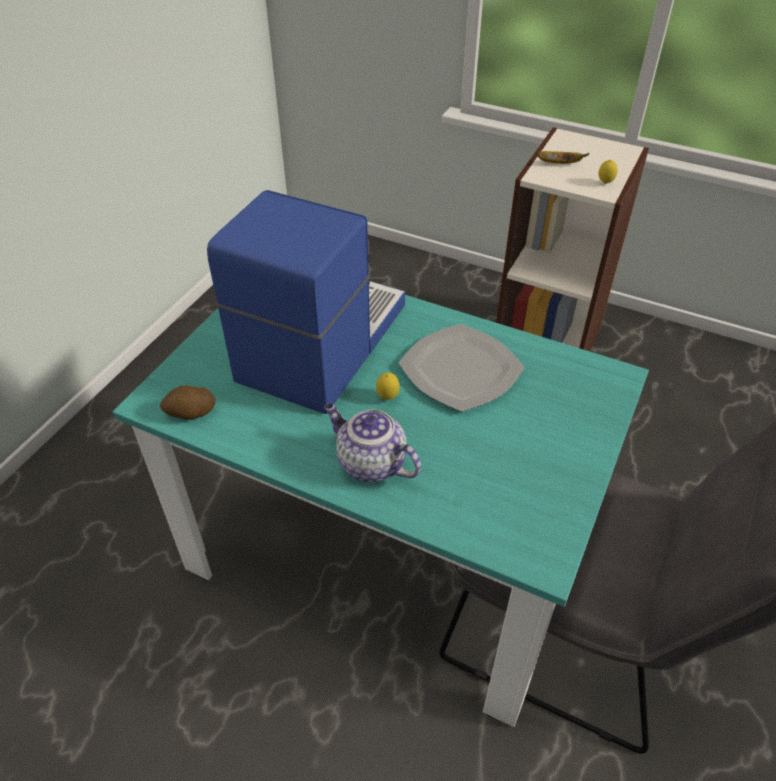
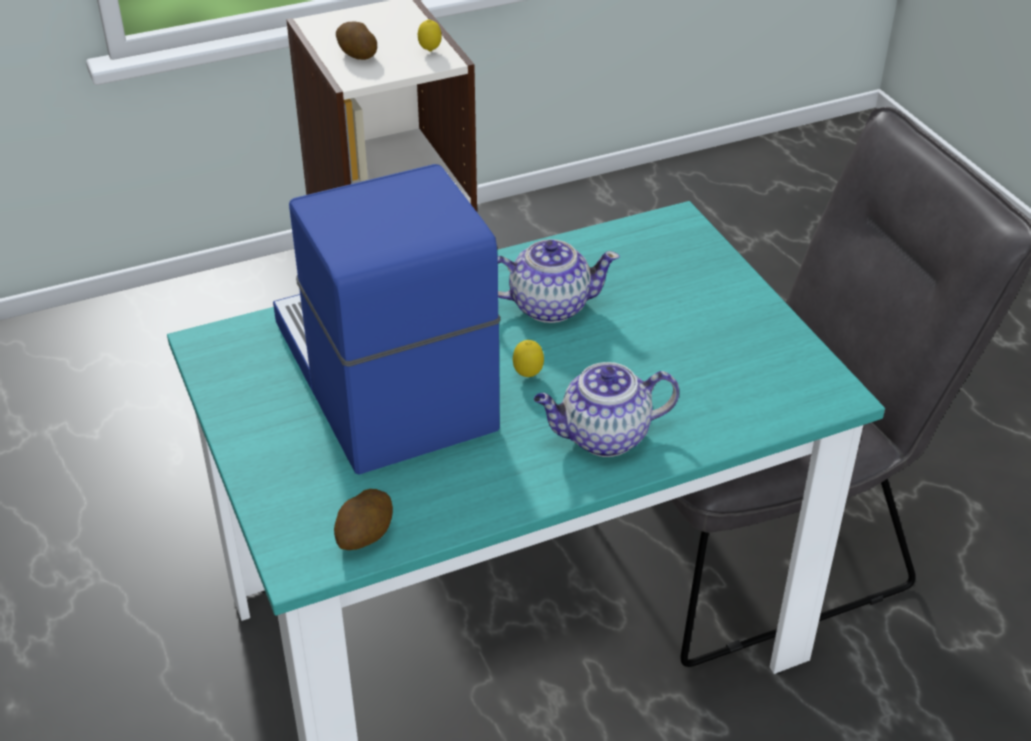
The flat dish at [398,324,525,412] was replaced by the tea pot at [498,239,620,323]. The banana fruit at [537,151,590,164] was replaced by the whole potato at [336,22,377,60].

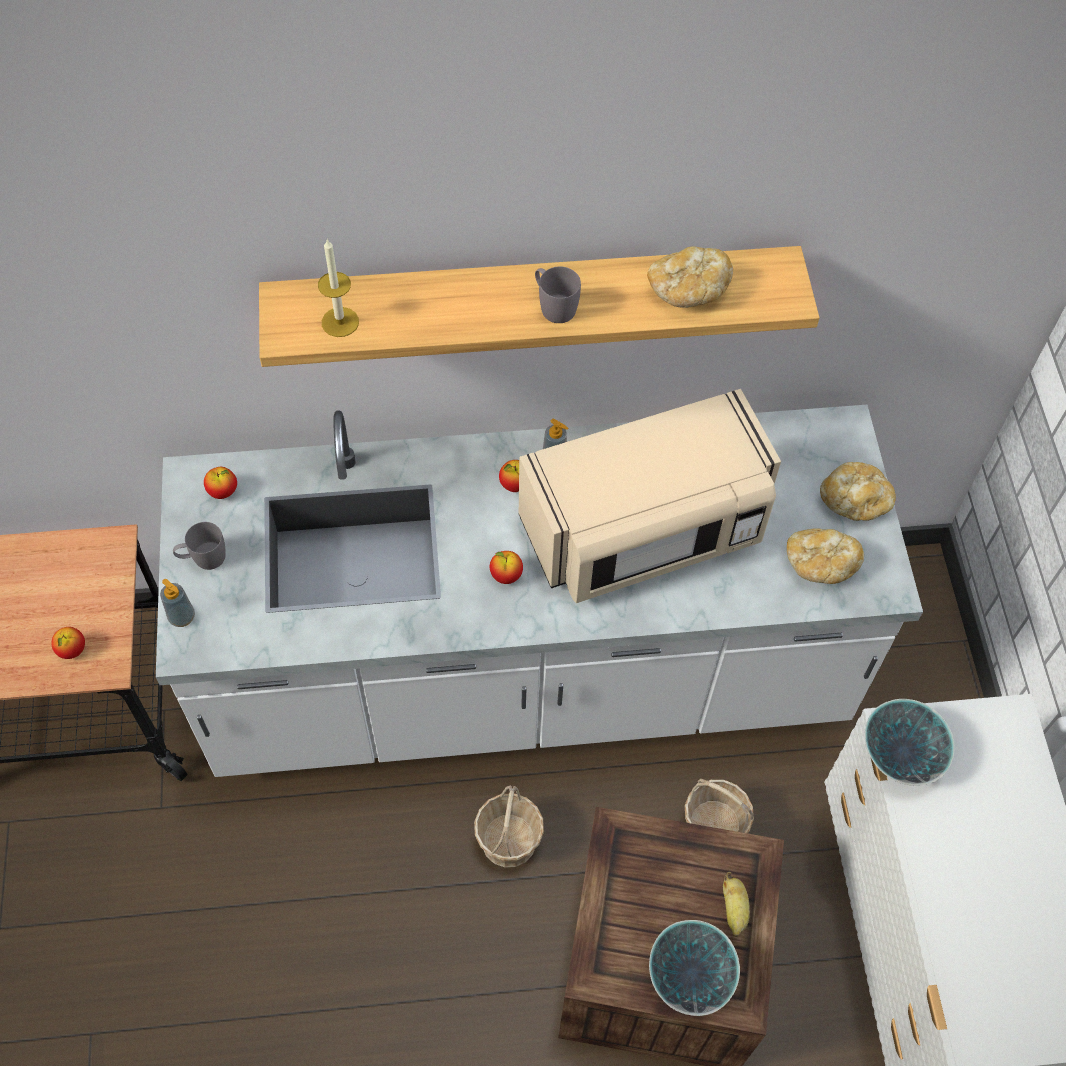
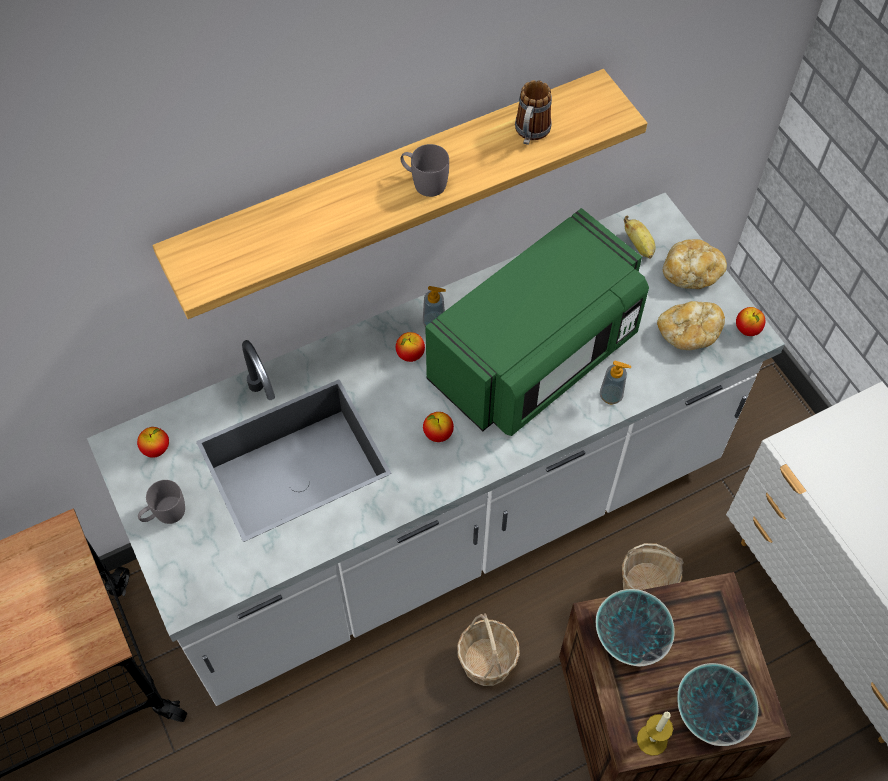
The apple moved from [52,627,85,659] to [736,307,765,336]. The soap dispenser moved from [160,579,195,627] to [600,361,632,405]. The wax candle moved from [318,239,359,337] to [637,712,673,756]. The banana fruit moved from [723,872,750,937] to [624,215,656,259]. The bowl moved from [865,699,955,786] to [596,589,675,666]. The bakery bread at [647,246,733,308] was replaced by the mug at [515,80,552,145]. The beige microwave at [518,389,781,603] became the green microwave at [425,208,649,436].

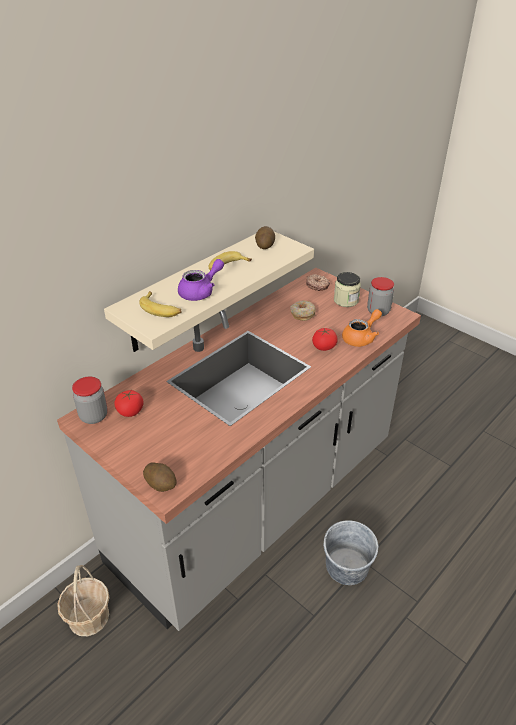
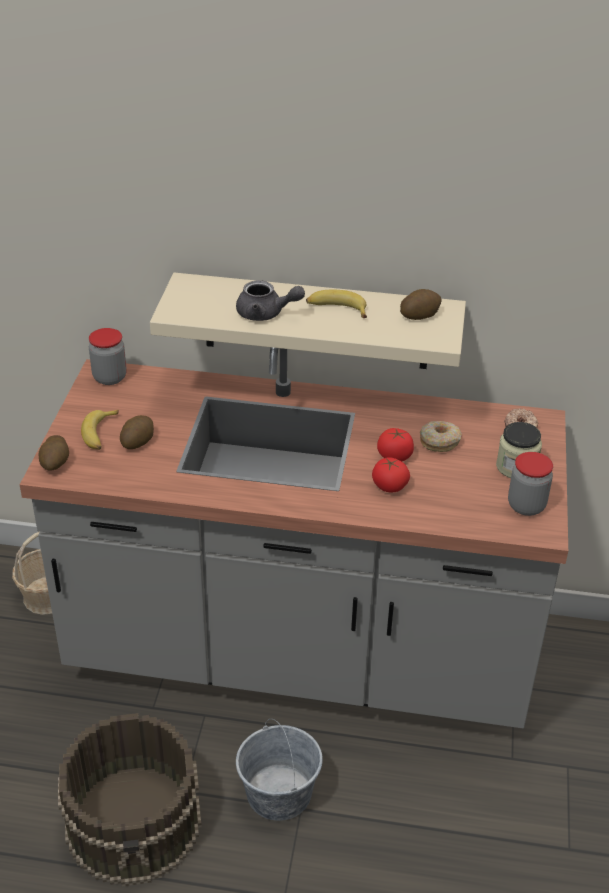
The orange-coloured tea pot at [342,309,382,347] disappeared. The brownish water bucket at [58,713,202,887] appeared. The whole potato at [120,415,154,449] appeared. The tomato moved from [114,390,144,417] to [377,428,414,461]. The banana fruit moved from [139,291,181,317] to [81,410,119,450]. The purplish tea pot at [178,259,224,301] became the grey tea pot at [236,280,305,321].

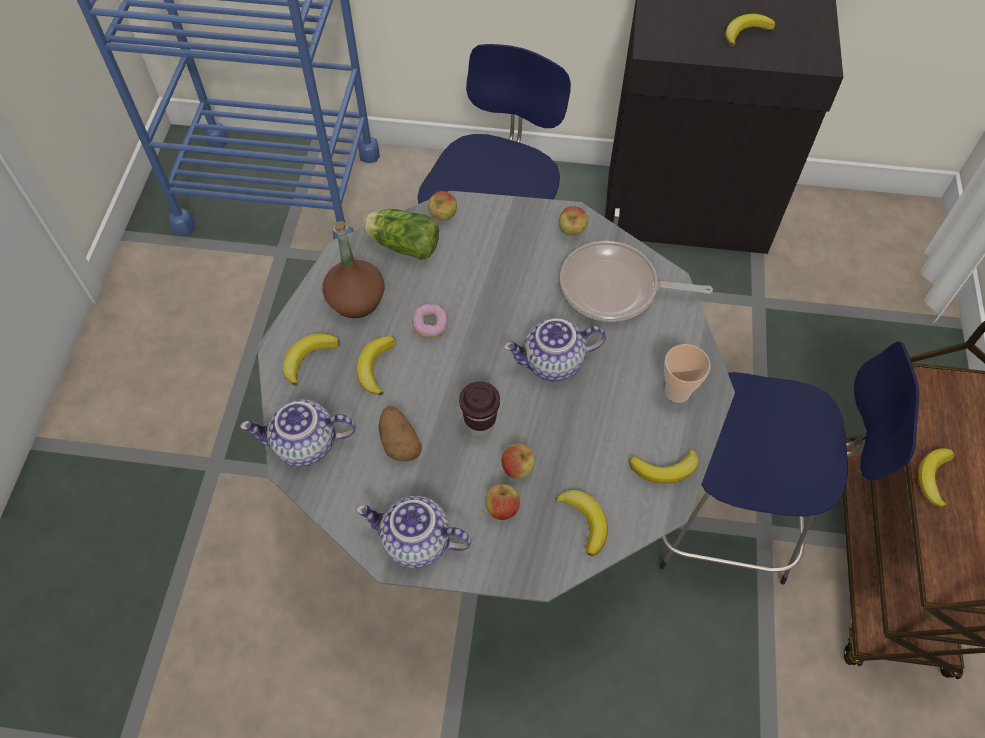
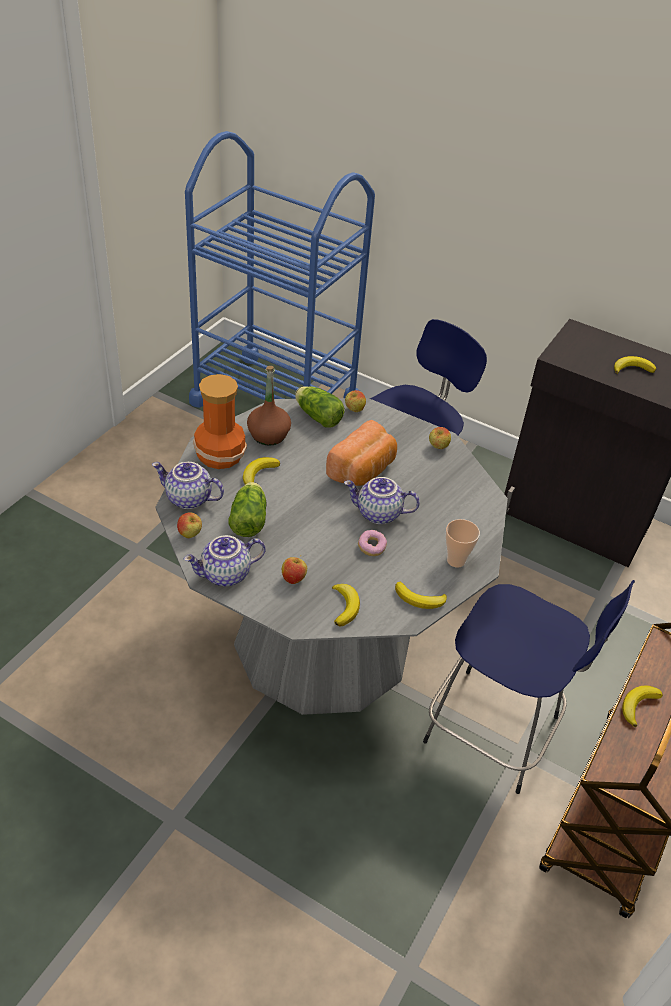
The brownish small cup at [459,381,500,436] disappeared. The pan at [560,241,713,322] disappeared. The bakery bread at [326,420,397,486] appeared. The ring doughnut moved from [412,304,448,338] to [358,530,387,556]. The apple moved from [501,444,535,478] to [177,512,202,538]. The banana fruit at [283,333,339,386] was replaced by the decorative vase at [193,374,247,469]. The whole potato at [379,406,422,461] was replaced by the lettuce head at [228,482,266,537]. The tea pot at [356,496,471,568] turned 60 degrees counterclockwise.

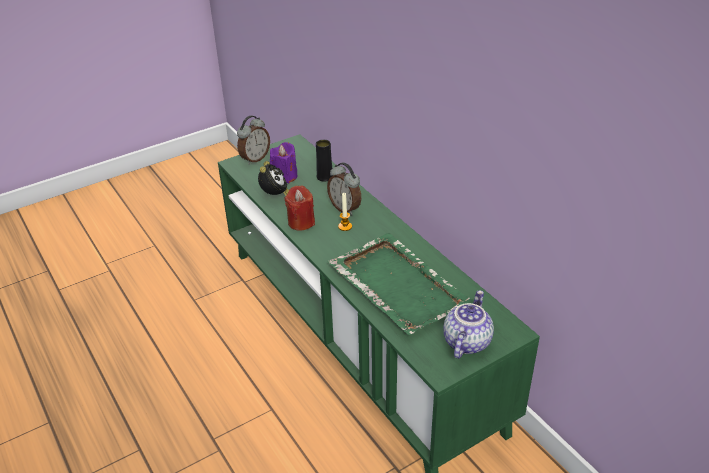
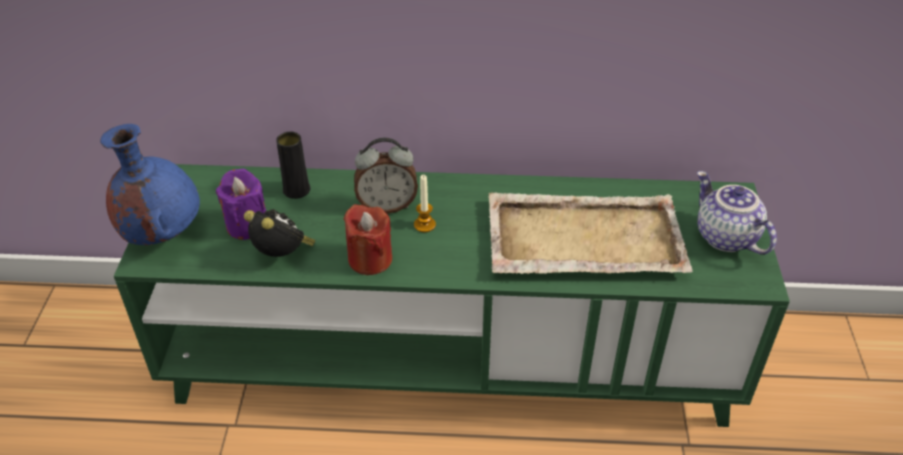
The bedside clock at [237,115,270,165] was replaced by the blue-coloured decorative vase at [100,124,200,245]. The green serving tray at [328,233,474,335] became the beige serving tray at [489,193,693,274].

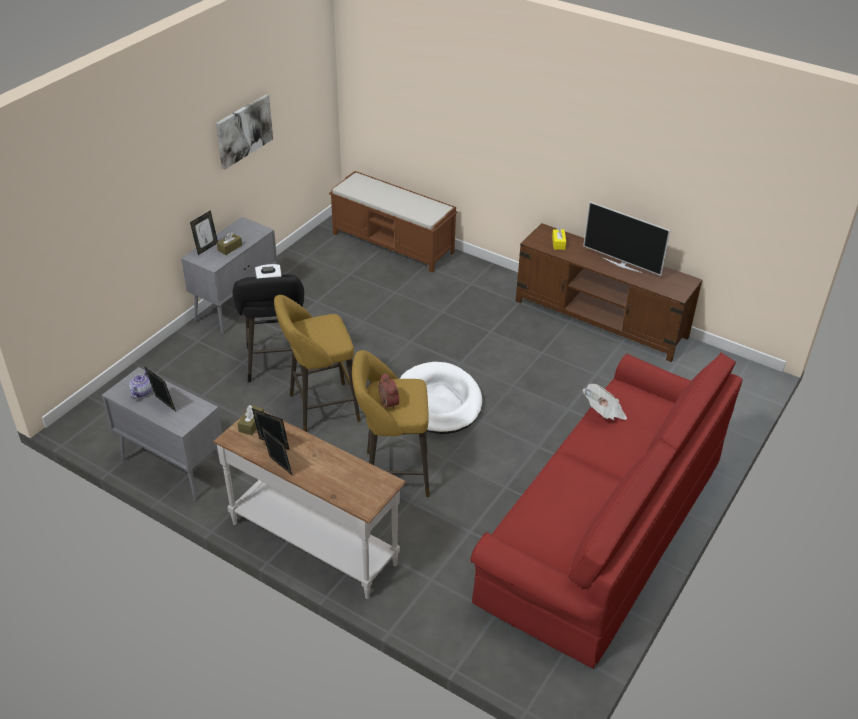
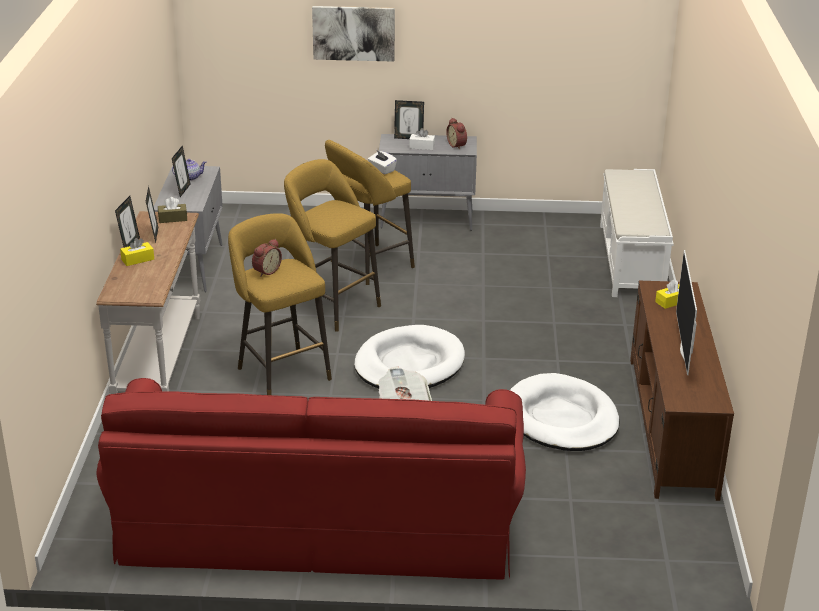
The yellowish box of tissues at [120,238,154,266] appeared. The bedside clock at [446,118,467,150] appeared. The white-coloured dog bed at [510,373,619,451] appeared. The picture moved from [216,94,273,170] to [312,6,395,62]. The brownish box of tissues at [217,232,242,255] became the white-coloured box of tissues at [409,128,435,150]. The black-coloured sitting stool at [233,275,304,382] became the yellowish sitting stool at [325,140,415,285]. The brownish long seat at [329,171,458,273] became the white-coloured long seat at [600,169,674,297].

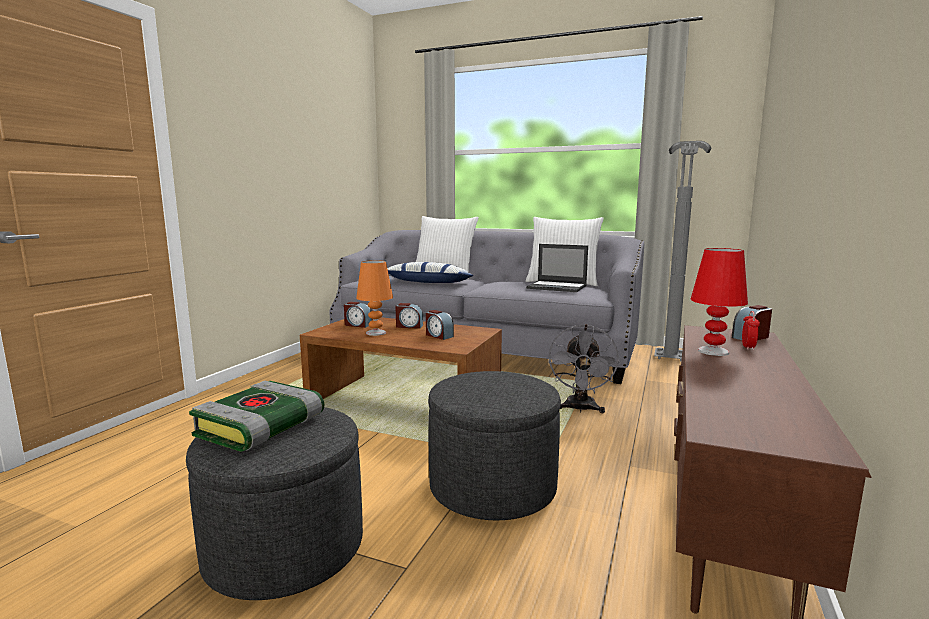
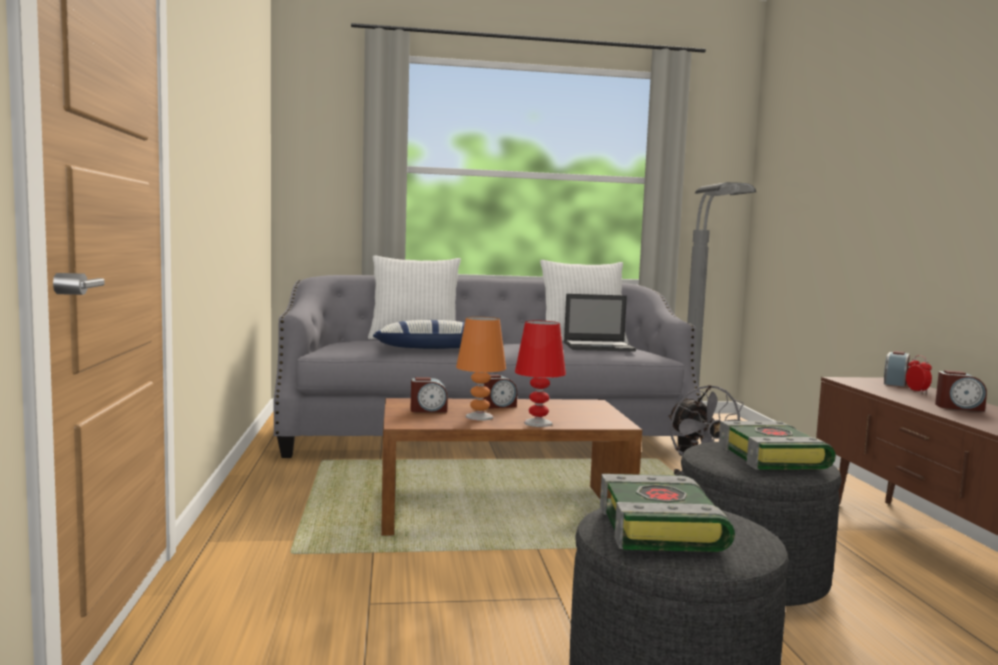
The bound book at [719,421,836,470] appeared. The bedside clock moved from [426,310,454,340] to [935,370,987,411]. The red table lamp moved from [690,248,748,356] to [515,321,566,427].

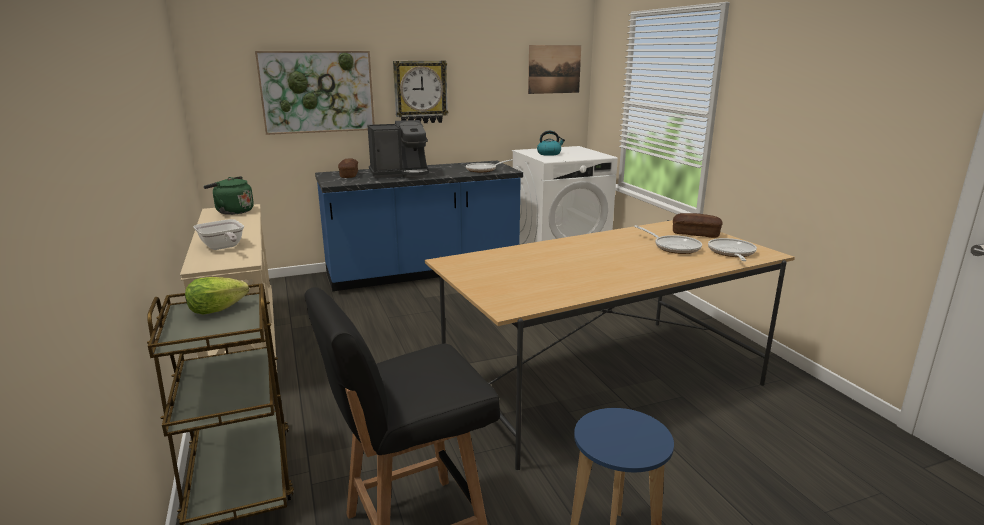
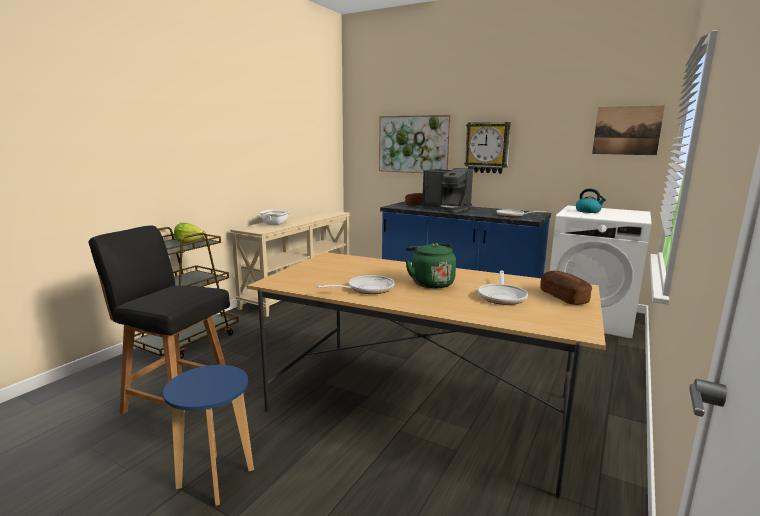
The green kettle moved from [204,176,254,215] to [406,243,456,288]. The pan moved from [708,238,757,261] to [317,275,394,294].

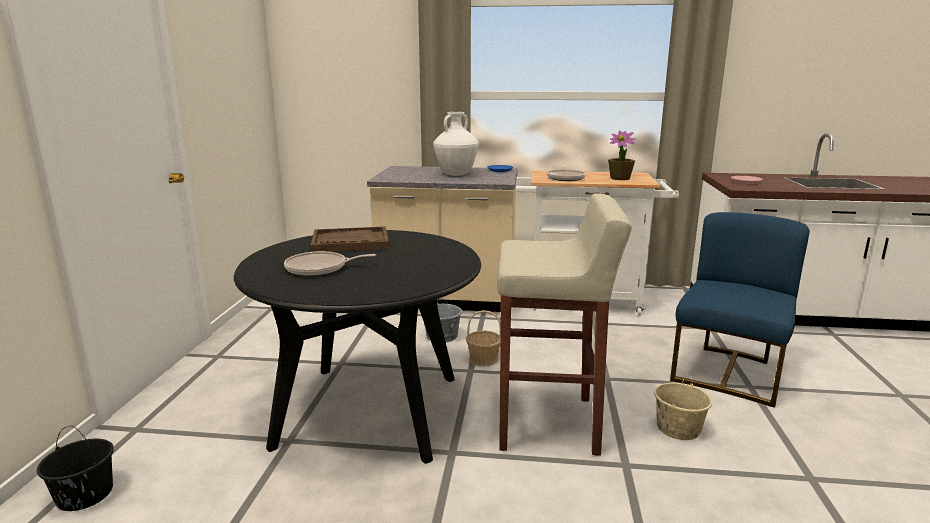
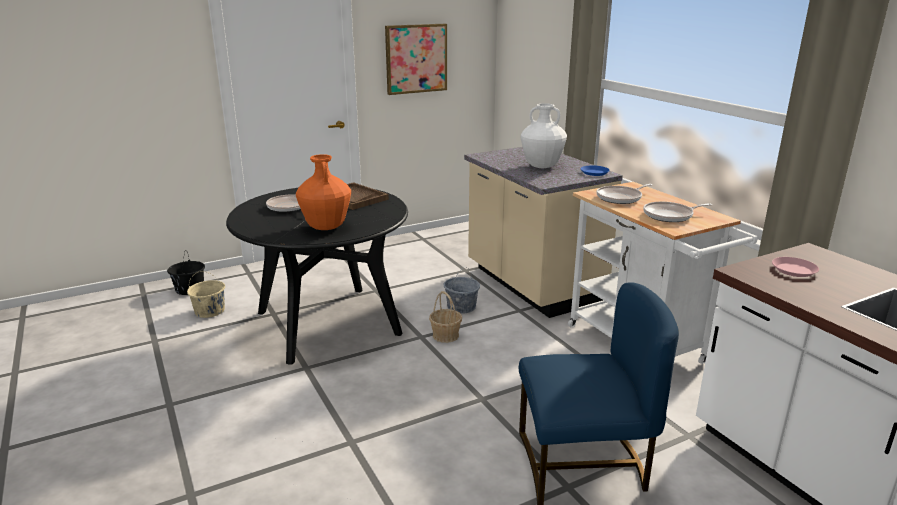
The beige sitting stool at [497,193,632,456] disappeared. The orange-coloured decorative vase at [296,154,351,230] appeared. The picture at [385,24,447,95] appeared. The beige water bucket moved from [654,370,712,440] to [187,271,225,318]. The plant in a pot at [608,131,636,180] was replaced by the pan at [643,202,712,222].

